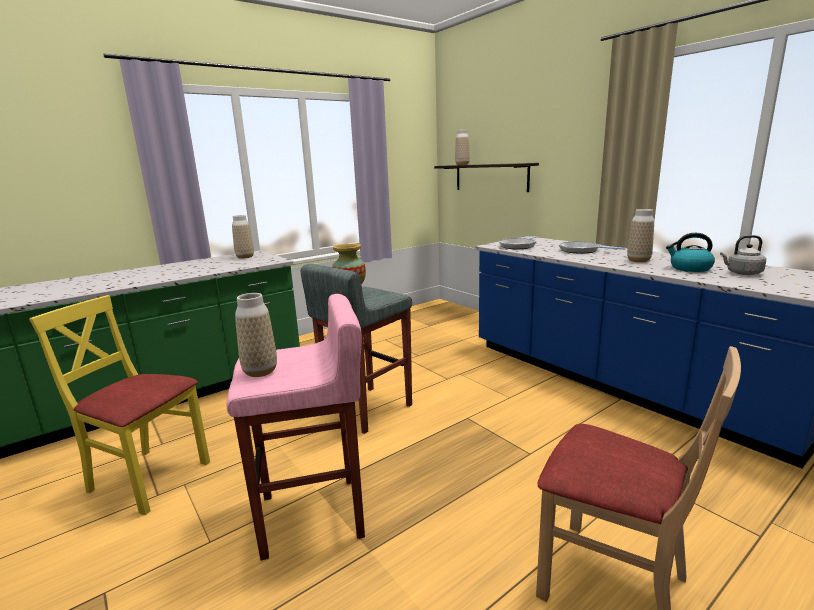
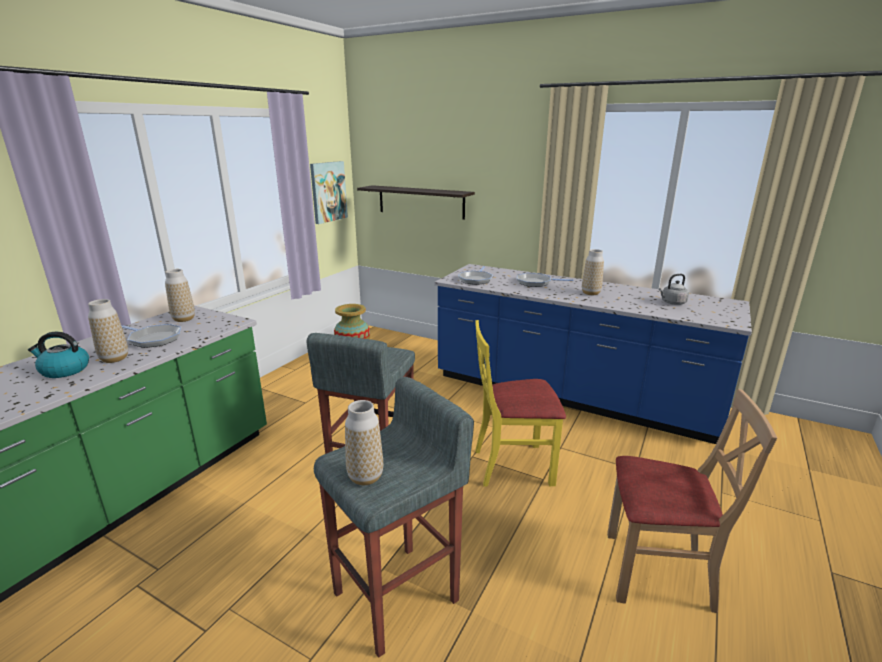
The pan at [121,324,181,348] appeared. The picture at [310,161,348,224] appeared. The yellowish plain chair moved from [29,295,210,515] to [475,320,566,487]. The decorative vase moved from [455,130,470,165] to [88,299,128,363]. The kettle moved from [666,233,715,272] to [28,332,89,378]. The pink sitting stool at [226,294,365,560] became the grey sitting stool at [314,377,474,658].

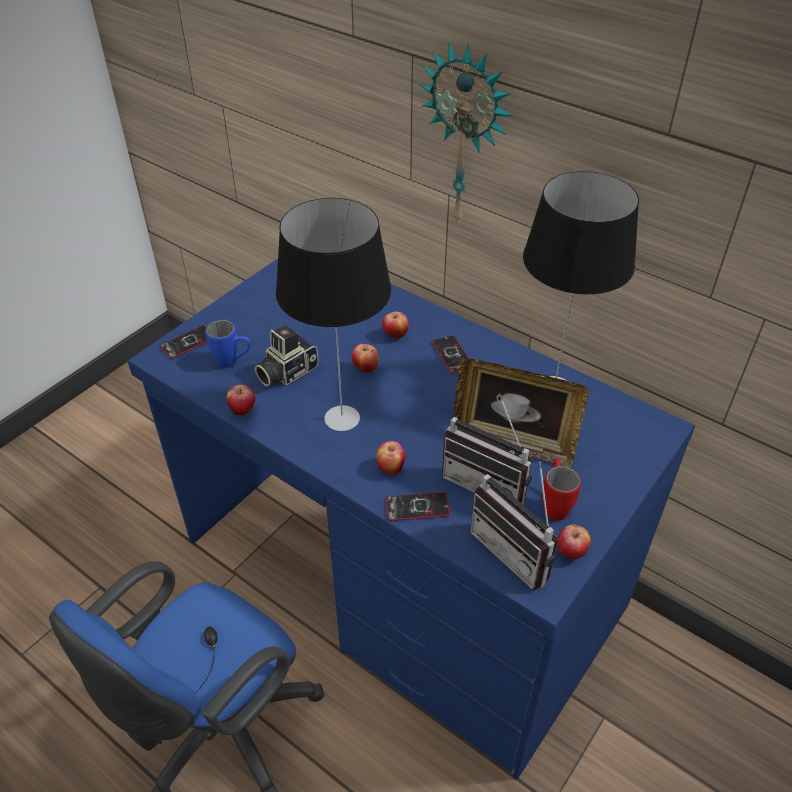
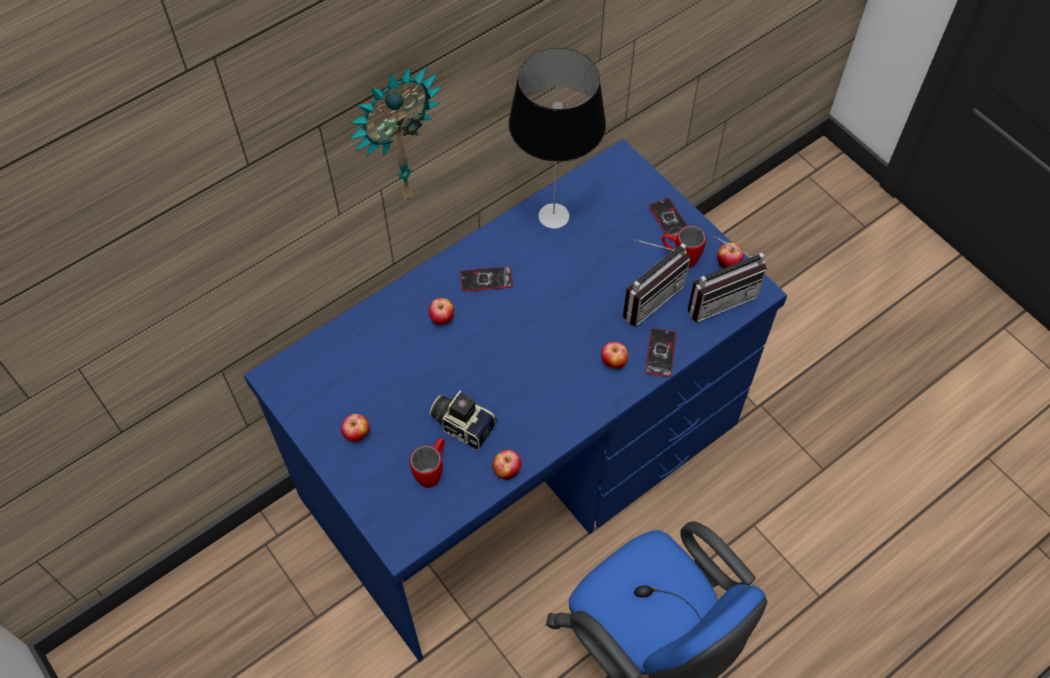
The table lamp at [276,198,391,431] disappeared. The standing frame at [453,358,589,468] disappeared. The telephone moved from [160,325,207,359] to [649,198,687,242]. The apple moved from [352,344,379,373] to [341,414,370,442]. The blue-coloured mug at [205,320,251,368] became the red mug at [410,438,445,488]. The still camera at [255,325,318,386] turned 150 degrees clockwise.

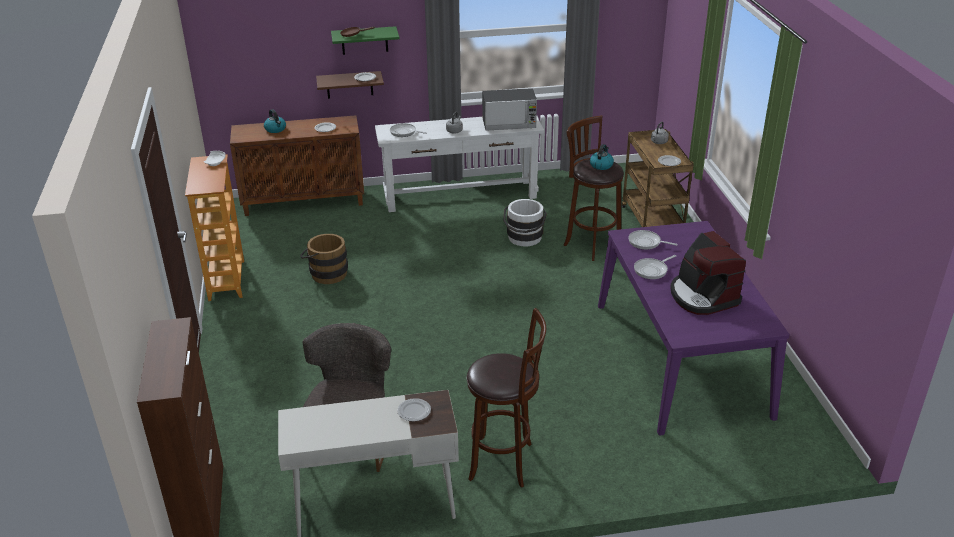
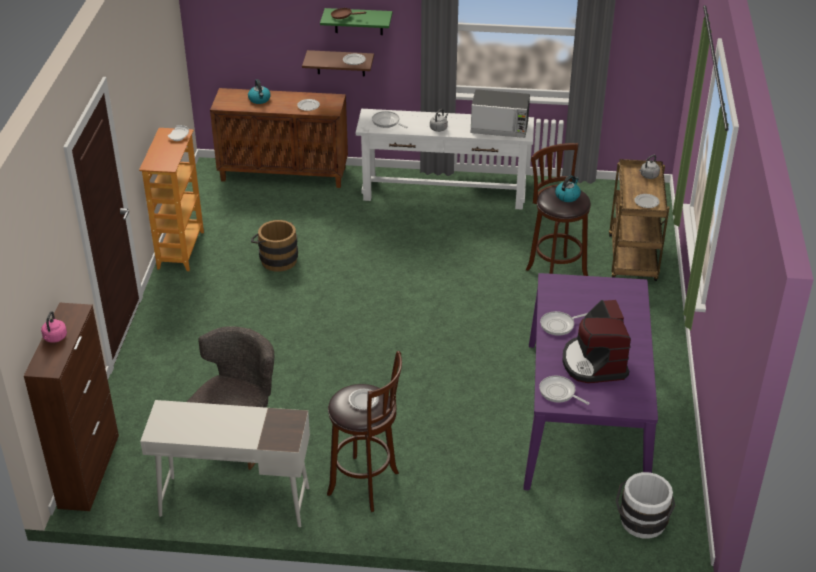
The pink kettle at [41,311,67,343] appeared. The flat dish moved from [397,398,431,421] to [348,389,379,410]. The white-coloured water bucket moved from [503,199,547,246] to [616,472,676,539]. The pan moved from [628,230,678,250] to [539,376,590,405].

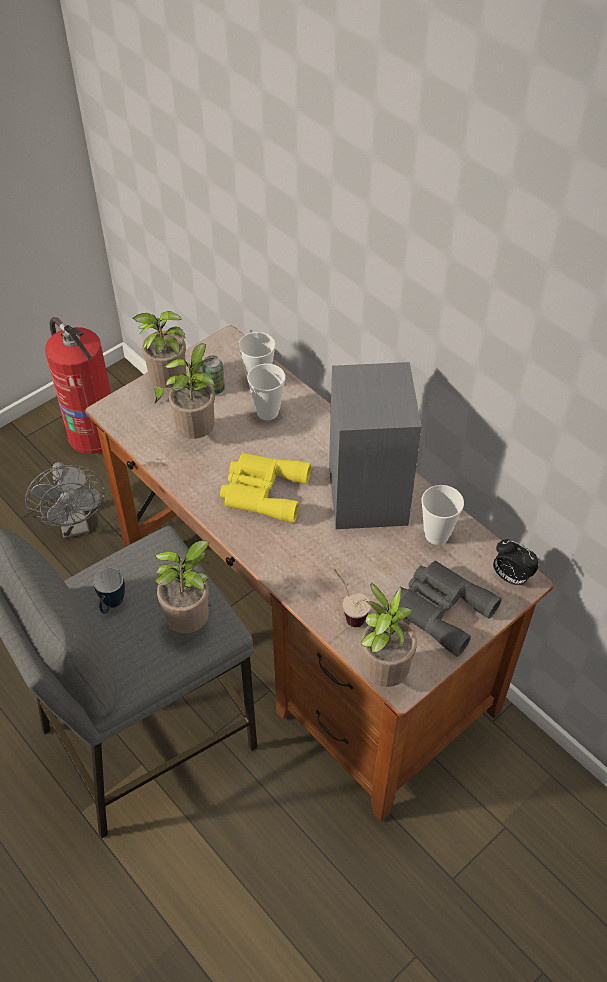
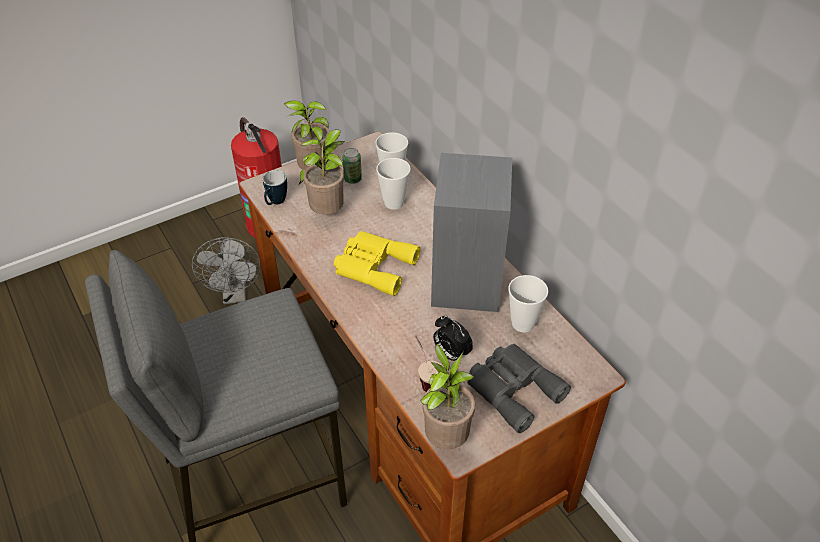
The plant in a pot at [155,540,212,633] disappeared. The mug moved from [93,568,125,614] to [263,170,287,205]. The bedside clock moved from [493,539,539,586] to [433,316,473,361].

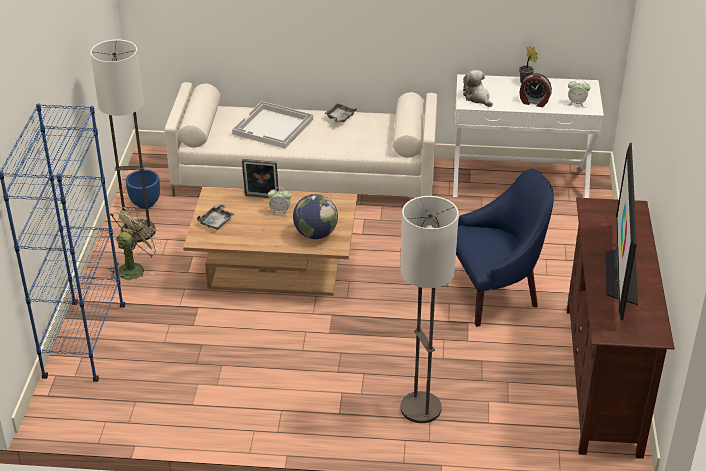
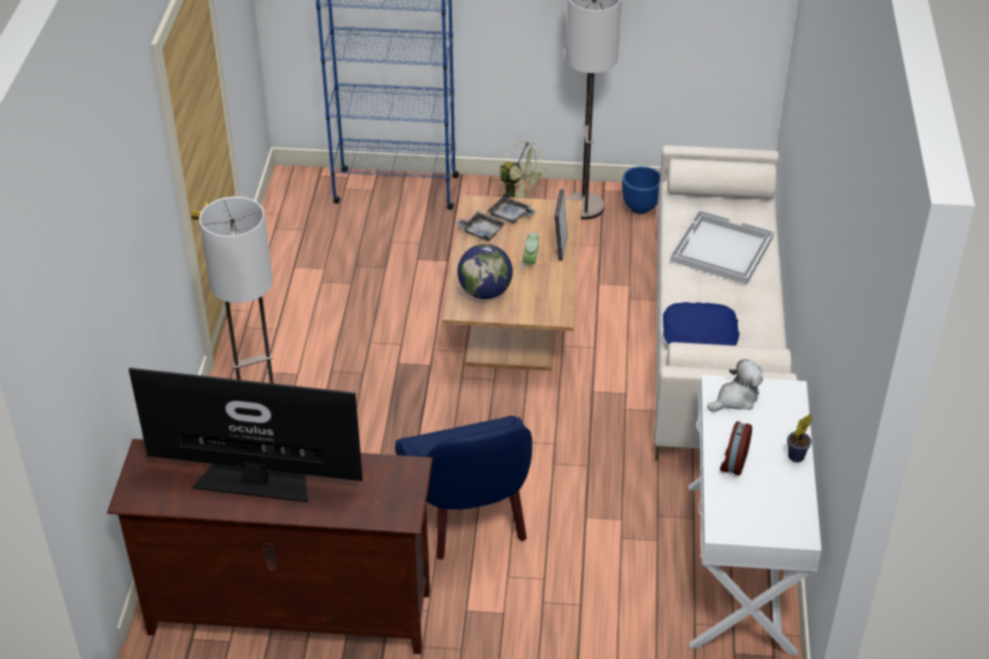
The bedside clock at [567,79,591,108] disappeared. The blue-coloured throw pillow at [663,302,739,346] appeared. The grey serving tray moved from [324,103,357,123] to [455,211,505,242].

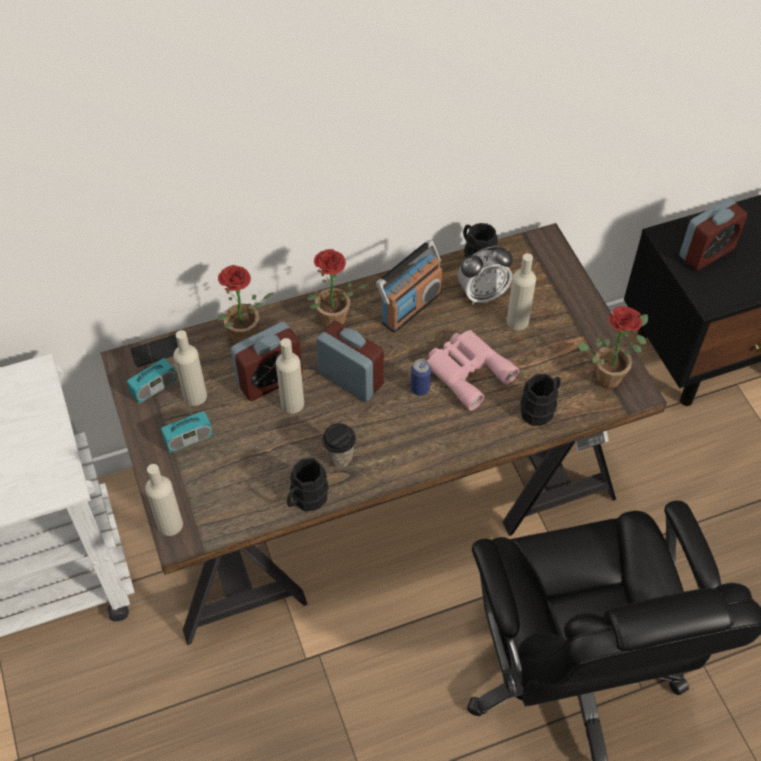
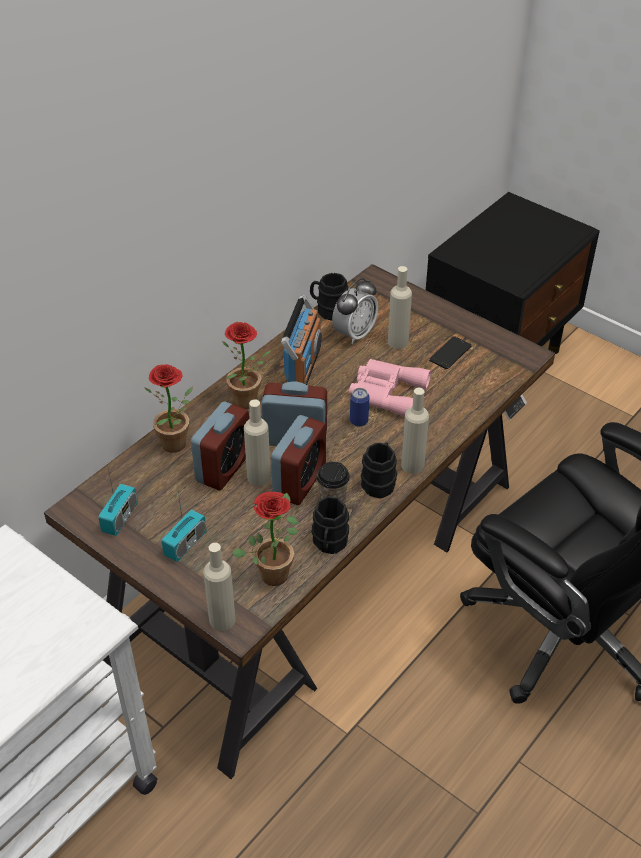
The telephone moved from [131,334,178,367] to [429,336,472,369]. The beige bottle moved from [173,330,207,406] to [401,388,429,474]. The black-coloured mug moved from [520,374,561,426] to [361,442,397,498]. The plant in a pot moved from [577,306,648,389] to [232,492,299,586]. The bedside clock moved from [679,198,747,271] to [271,415,326,505].

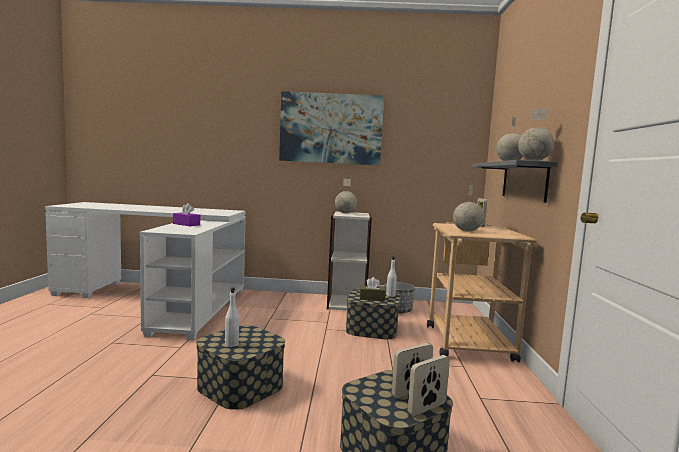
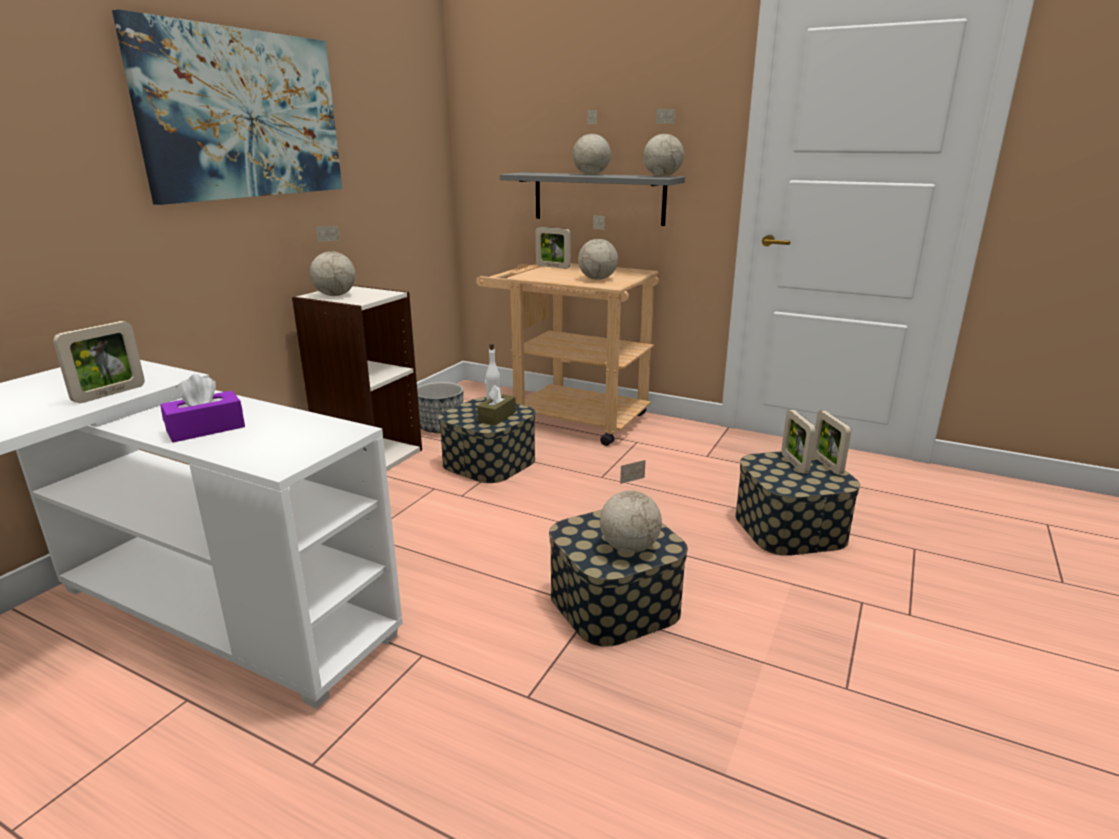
The standing frame at [53,321,145,403] appeared. The white-coloured bottle at [225,287,239,347] was replaced by the desk globe at [600,460,662,553].

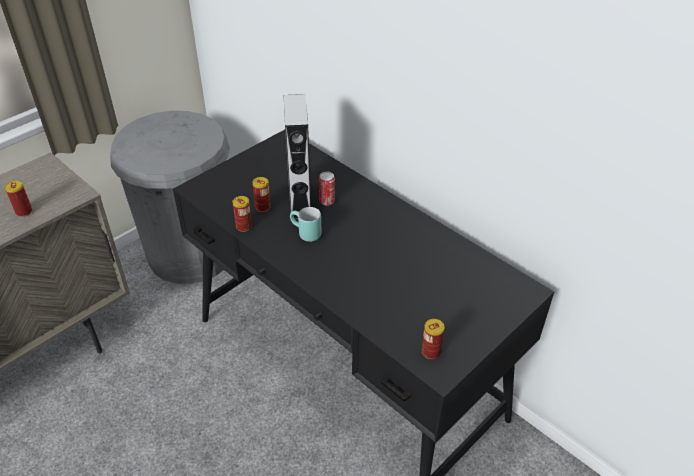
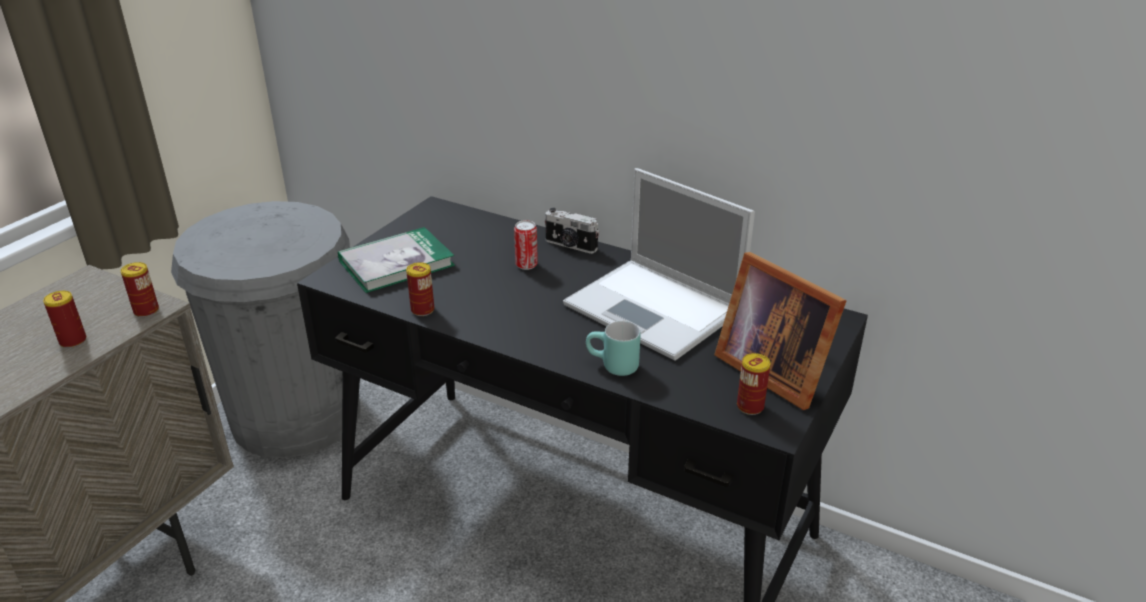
The grey speaker at [284,94,311,220] disappeared. The bound book at [338,227,455,293] appeared. The still camera at [545,208,599,254] appeared. The laptop at [563,168,755,361] appeared. The standing frame at [714,252,847,410] appeared. The sealed can moved from [252,177,271,212] to [121,262,159,317]. The turquoise mug moved from [290,207,322,242] to [586,321,641,376].

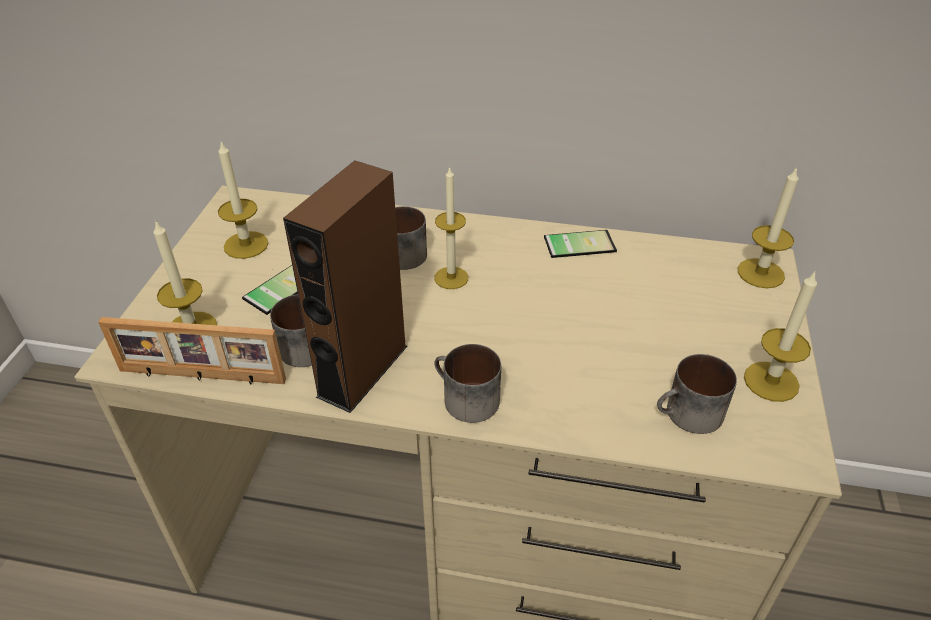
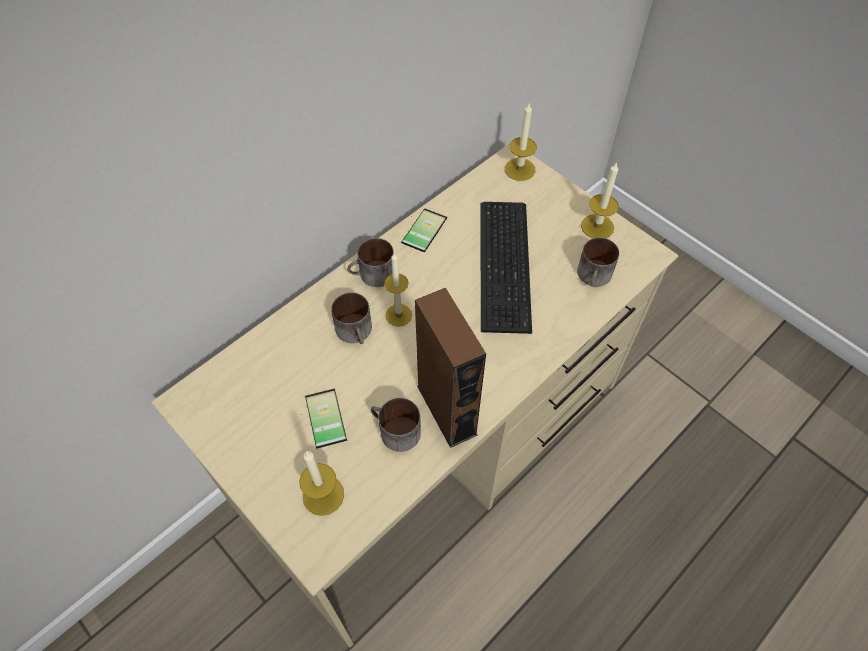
The standing frame at [98,317,286,384] disappeared. The wax candle at [218,140,268,259] disappeared. The PC keyboard at [481,202,532,334] appeared. The mug moved from [434,344,501,423] to [348,238,394,287].

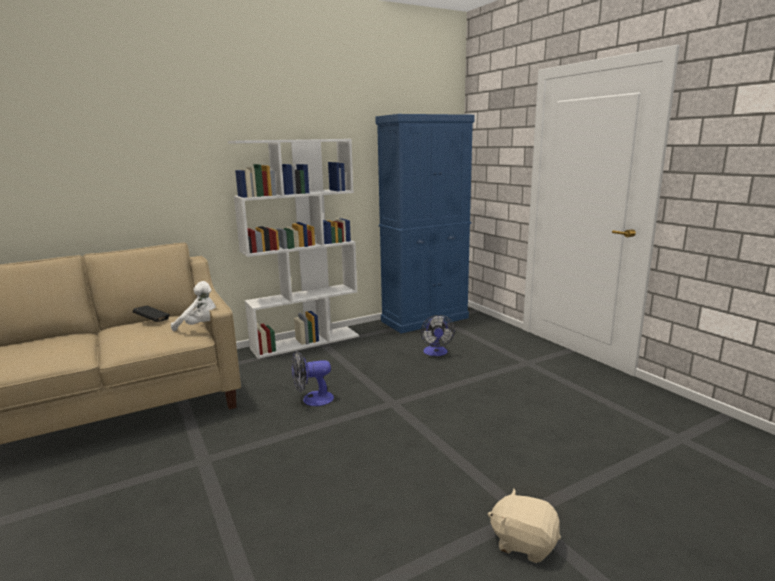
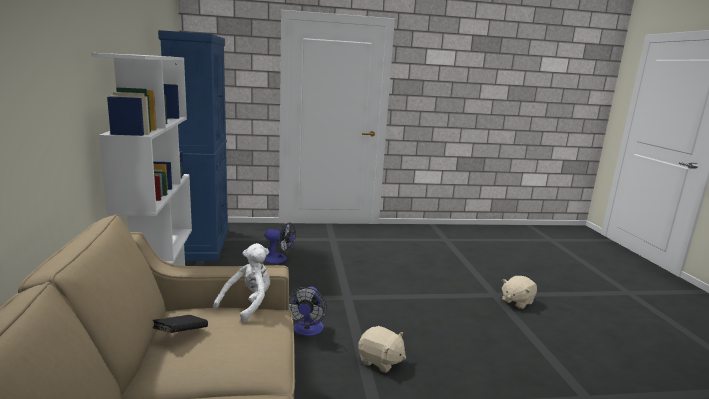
The beige cuddly toy at [358,326,406,373] appeared.

